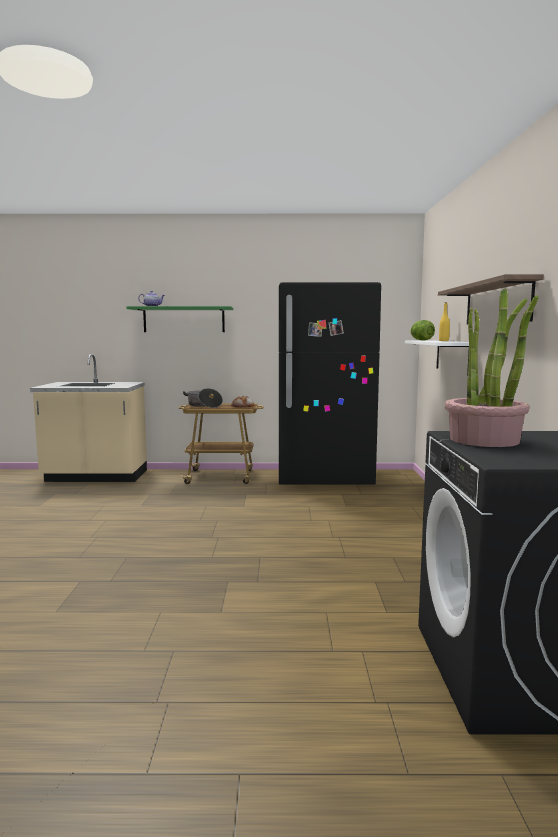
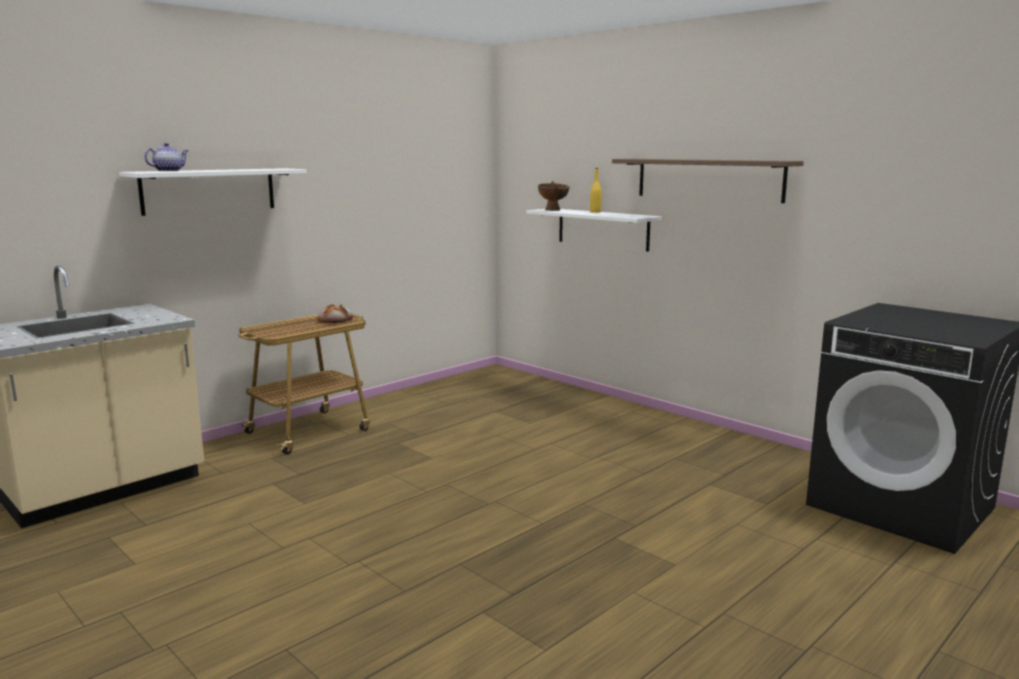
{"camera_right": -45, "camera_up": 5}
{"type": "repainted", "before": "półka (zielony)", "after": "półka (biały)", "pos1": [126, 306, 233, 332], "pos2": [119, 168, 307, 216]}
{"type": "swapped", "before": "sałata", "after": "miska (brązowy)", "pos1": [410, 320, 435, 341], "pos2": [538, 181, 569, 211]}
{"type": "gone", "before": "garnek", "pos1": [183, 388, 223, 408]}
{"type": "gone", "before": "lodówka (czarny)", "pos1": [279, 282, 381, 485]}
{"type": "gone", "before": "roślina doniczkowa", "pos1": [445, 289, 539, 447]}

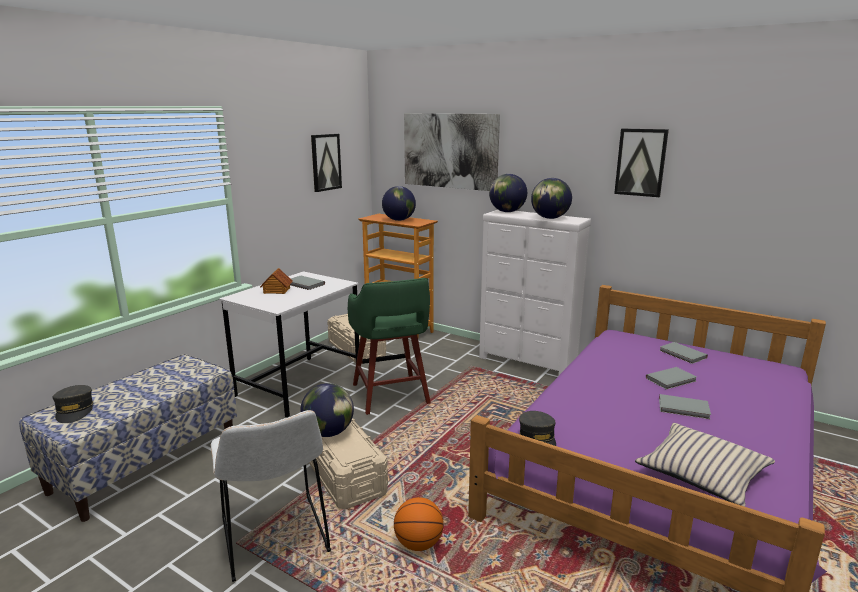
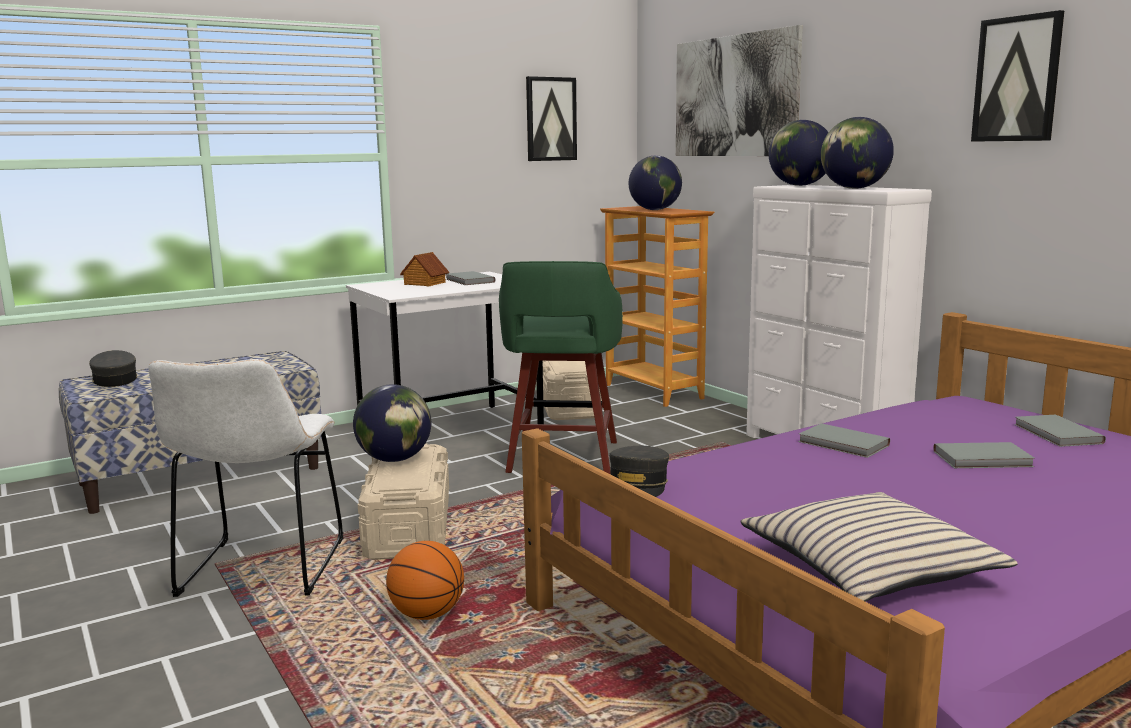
{"camera_right": 25, "camera_up": -5}
{"type": "rotated", "before": "czapka z daszkiem (szary)", "pos1": [52, 385, 93, 423], "pos2": [89, 350, 137, 387], "turn": 150}
{"type": "shifted", "before": "książka (szary)", "pos1": [659, 394, 711, 419], "pos2": [798, 423, 890, 458]}

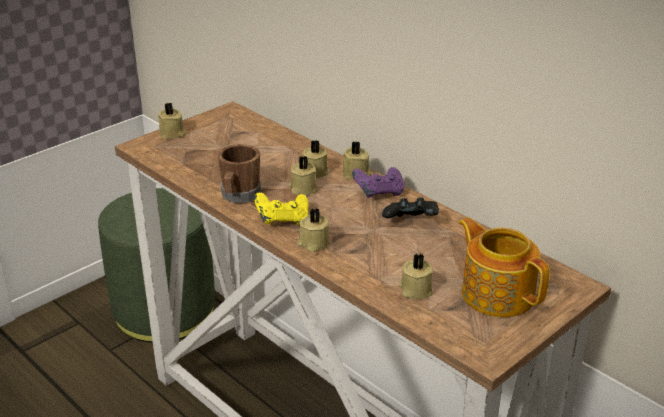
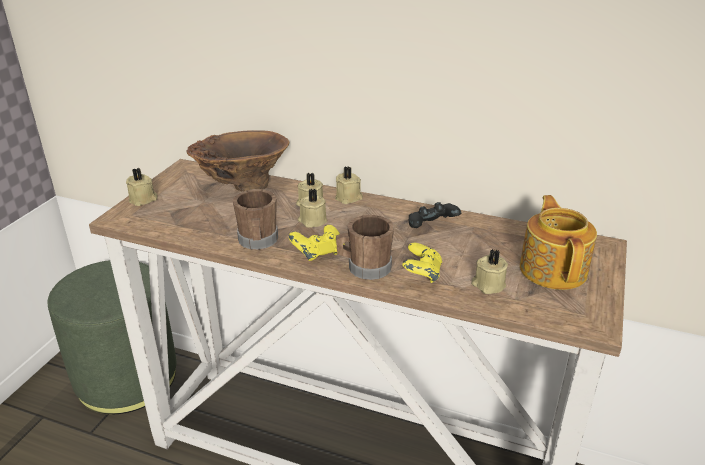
{"camera_right": -25, "camera_up": 0}
{"type": "new", "after": "wazon (brązowy)", "pos2": [186, 130, 289, 192]}
{"type": "swapped", "before": "świeca (beżowy)", "after": "kubek (brązowy)", "pos1": [297, 208, 330, 252], "pos2": [336, 215, 394, 280]}
{"type": "new", "after": "pad do gier (żółty)", "pos2": [402, 243, 442, 283]}
{"type": "rotated", "before": "imbryk", "pos1": [459, 217, 550, 317], "pos2": [520, 195, 597, 290], "turn": 60}
{"type": "gone", "before": "pad do gier (fioletowy)", "pos1": [352, 167, 404, 198]}

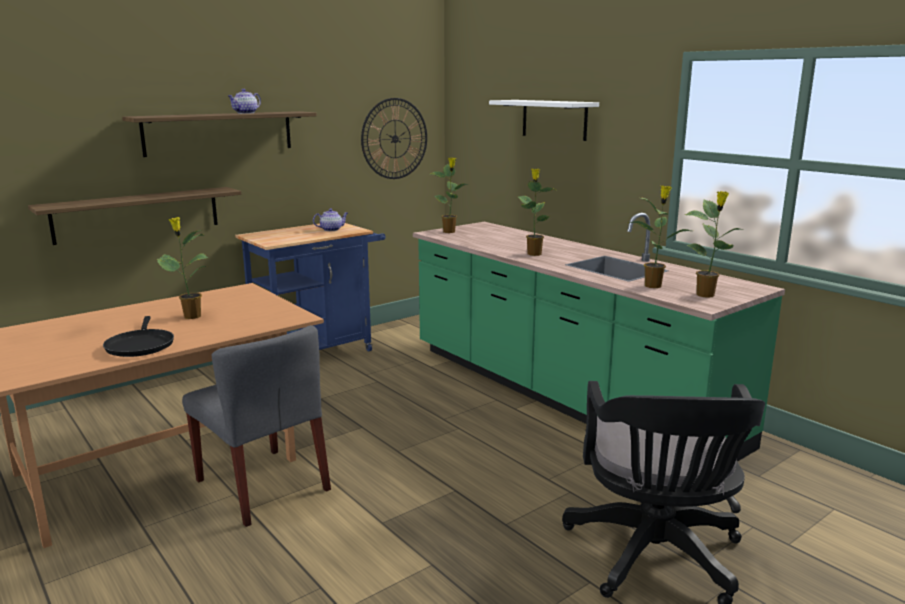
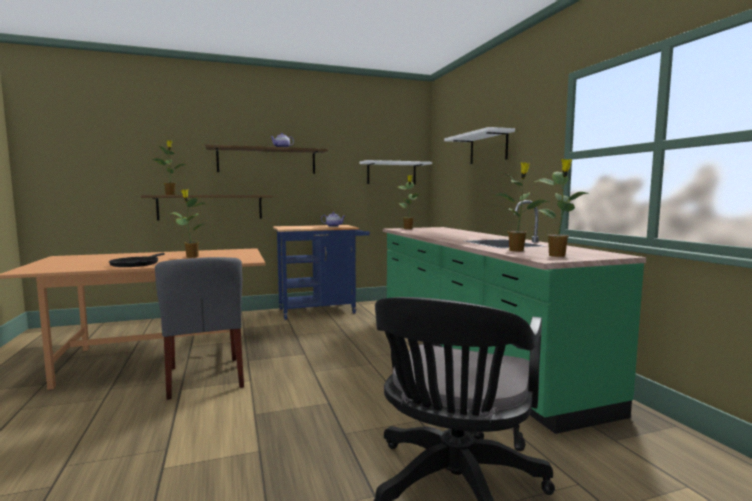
{"camera_right": 20, "camera_up": -10}
{"type": "shifted", "before": "roślina doniczkowa", "pos1": [518, 169, 557, 256], "pos2": [151, 140, 186, 195]}
{"type": "swapped", "before": "zegar ścienny", "after": "półka (biały)", "pos1": [361, 98, 427, 179], "pos2": [359, 160, 432, 184]}

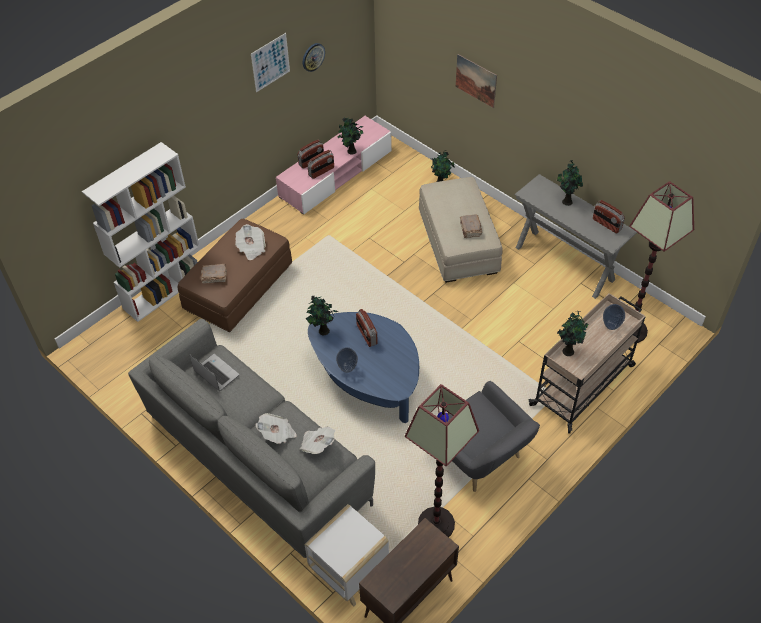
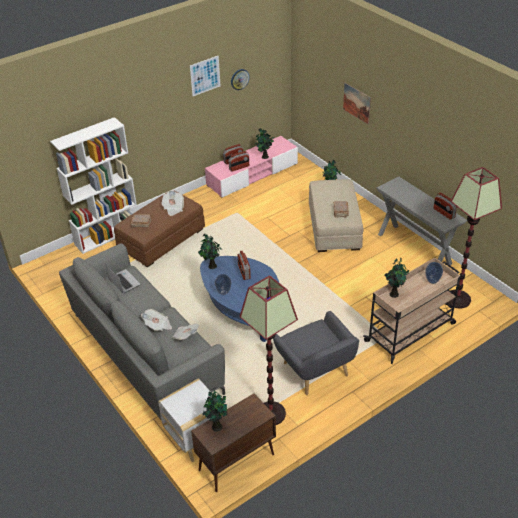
{"camera_right": 10, "camera_up": -10}
{"type": "shifted", "before": "roślina doniczkowa", "pos1": [557, 160, 583, 206], "pos2": [202, 388, 228, 432]}

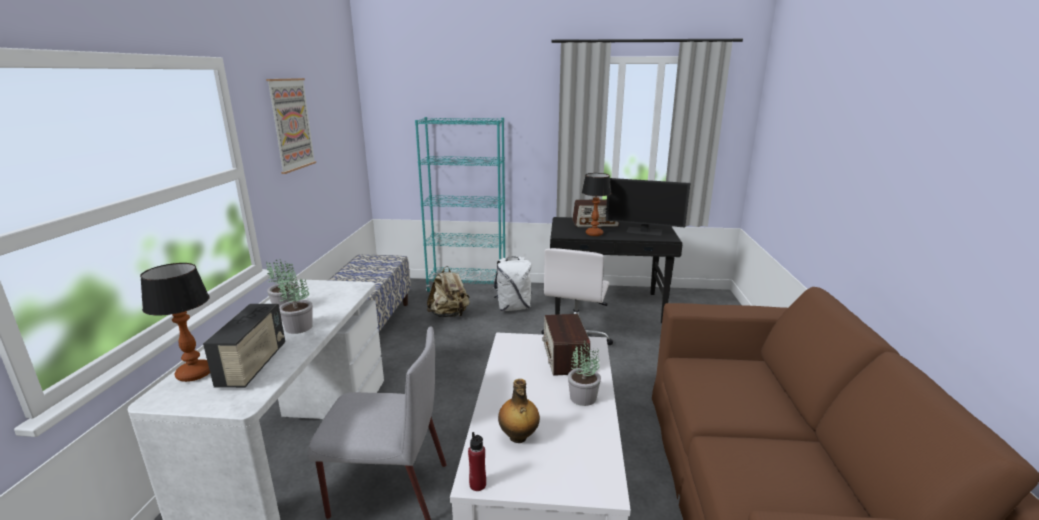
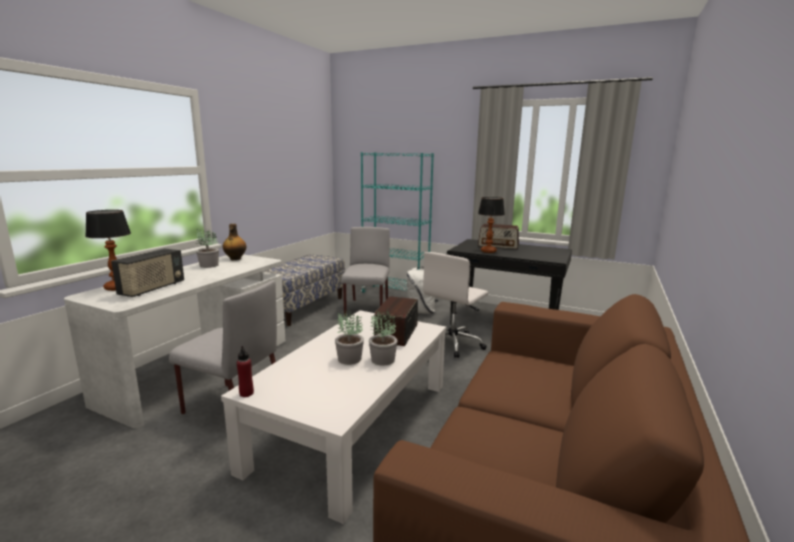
{"camera_right": 20, "camera_up": -5}
{"type": "shifted", "before": "butelka", "pos1": [498, 379, 540, 443], "pos2": [223, 224, 246, 260]}
{"type": "shifted", "before": "roślina doniczkowa", "pos1": [277, 275, 313, 334], "pos2": [335, 310, 364, 365]}
{"type": "swapped", "before": "plecak (beżowy)", "after": "krzesło (szary)", "pos1": [427, 266, 470, 317], "pos2": [341, 227, 390, 316]}
{"type": "gone", "before": "obraz", "pos1": [266, 78, 316, 174]}
{"type": "gone", "before": "monitor", "pos1": [606, 178, 690, 236]}

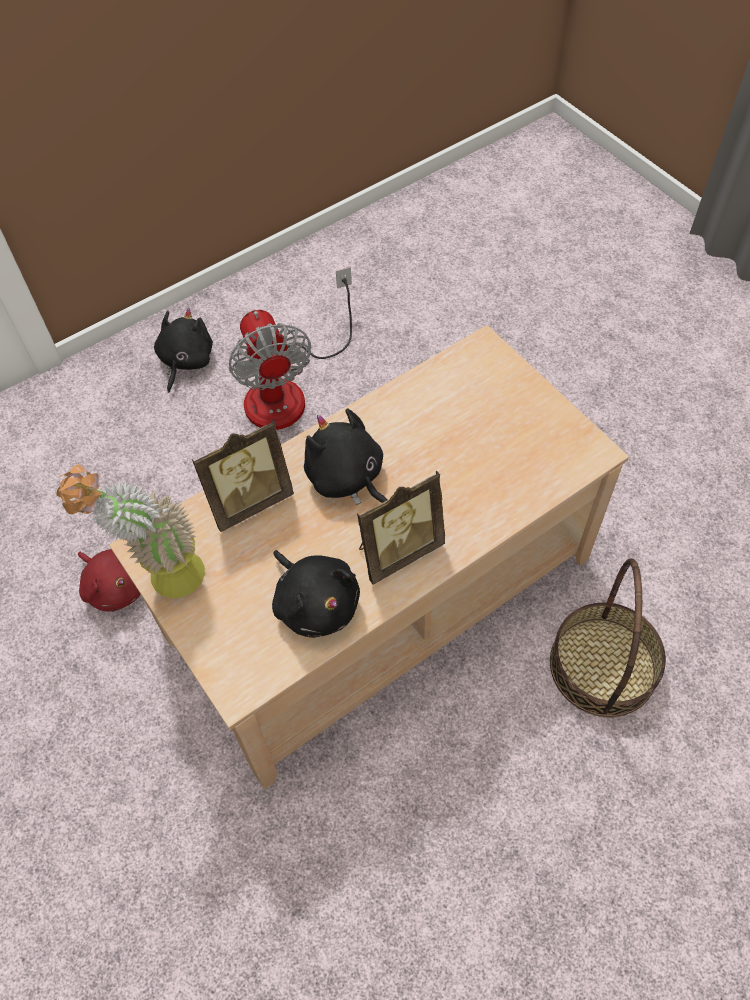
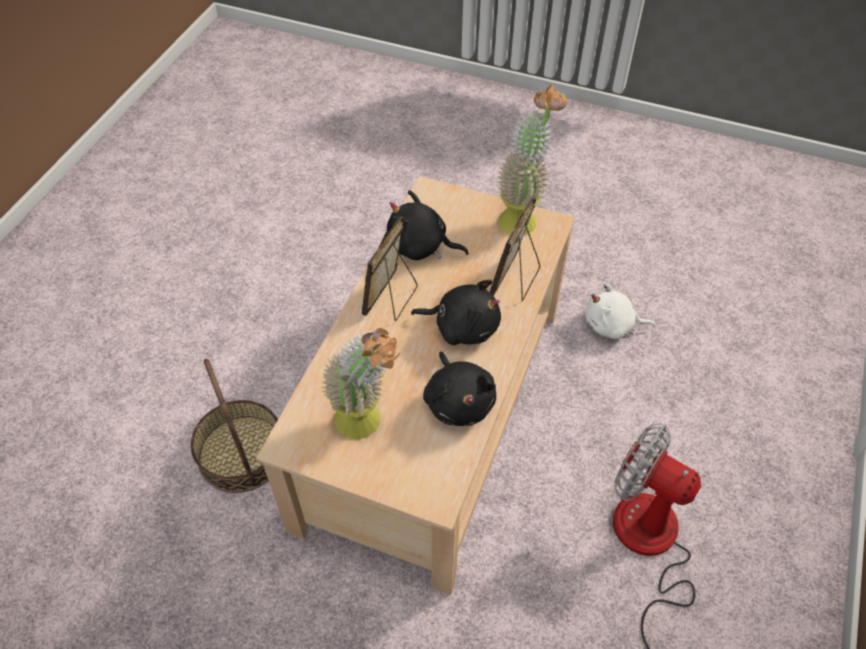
{"camera_right": 145, "camera_up": -5}
{"type": "new", "after": "roślina doniczkowa", "pos2": [321, 328, 400, 439]}
{"type": "shifted", "before": "pluszak (czarny)", "pos1": [154, 308, 213, 393], "pos2": [423, 352, 496, 426]}
{"type": "repainted", "before": "pluszak (czerwony)", "after": "pluszak (biały)", "pos1": [78, 549, 141, 612], "pos2": [585, 282, 655, 339]}

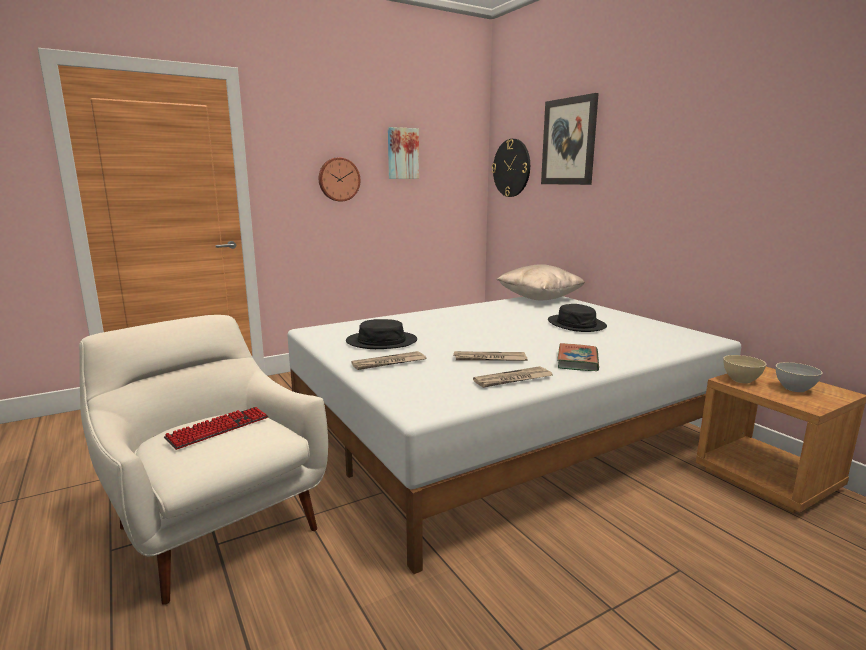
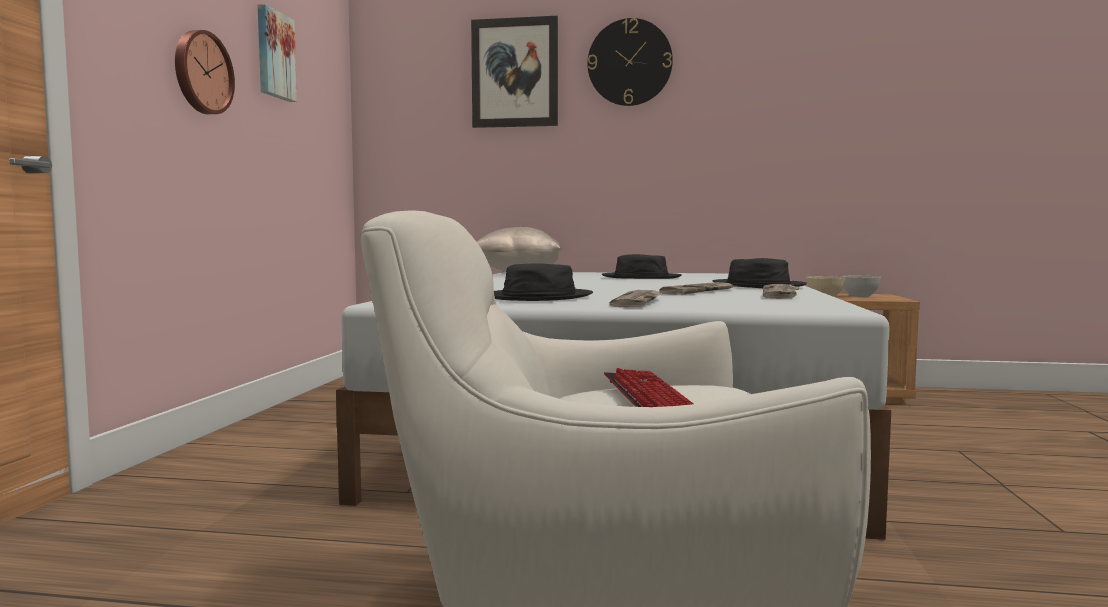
{"camera_right": -50, "camera_up": -10}
{"type": "shifted", "before": "zegar ścienny", "pos1": [492, 139, 530, 197], "pos2": [587, 18, 673, 106]}
{"type": "swapped", "before": "książka", "after": "kapelusz (czarny)", "pos1": [557, 343, 599, 371], "pos2": [713, 258, 807, 288]}

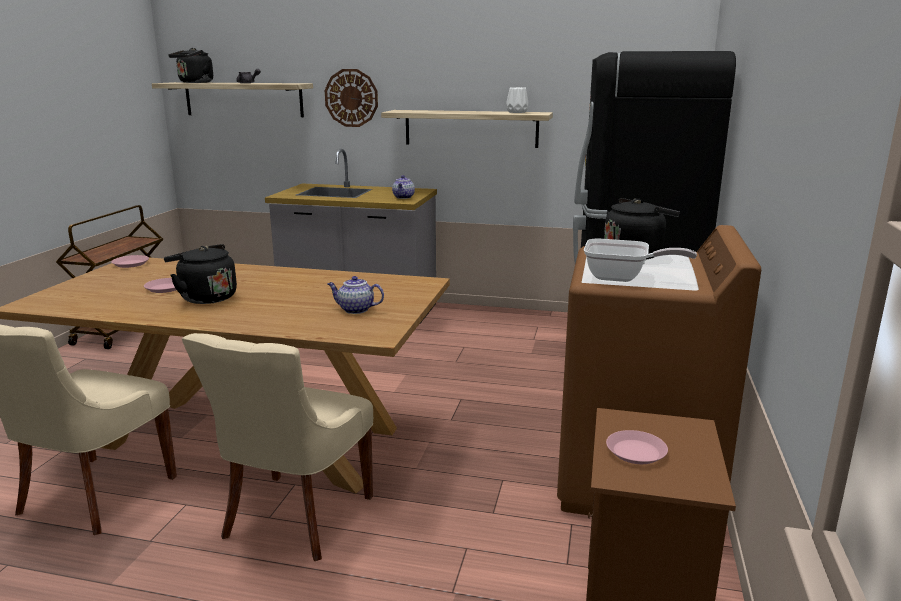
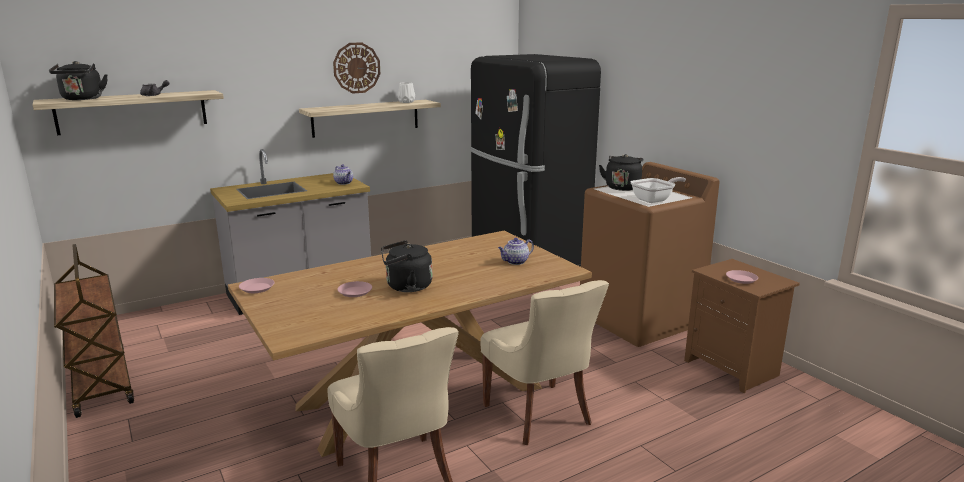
{"camera_right": -45, "camera_up": 0}
{"type": "shifted", "before": "zegar ścienny", "pos1": [325, 69, 378, 127], "pos2": [333, 42, 380, 93]}

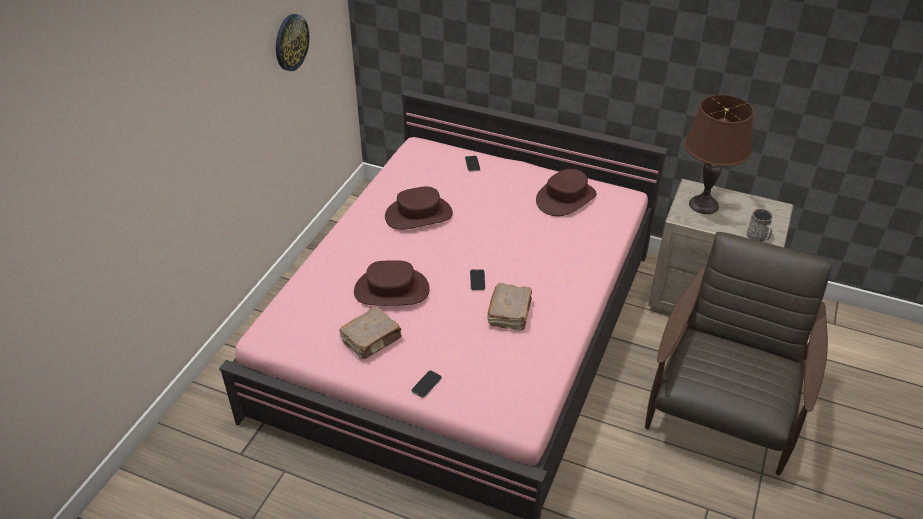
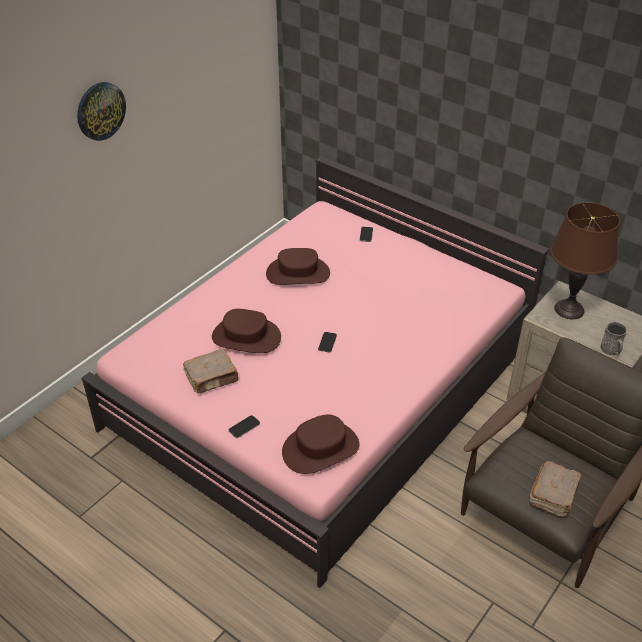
{"camera_right": 15, "camera_up": 0}
{"type": "shifted", "before": "zegar ścienny", "pos1": [276, 14, 309, 71], "pos2": [77, 82, 126, 141]}
{"type": "shifted", "before": "kapelusz (brązowy)", "pos1": [536, 169, 597, 216], "pos2": [282, 415, 360, 474]}
{"type": "shifted", "before": "książka (brązowy)", "pos1": [487, 283, 532, 330], "pos2": [530, 461, 582, 517]}

